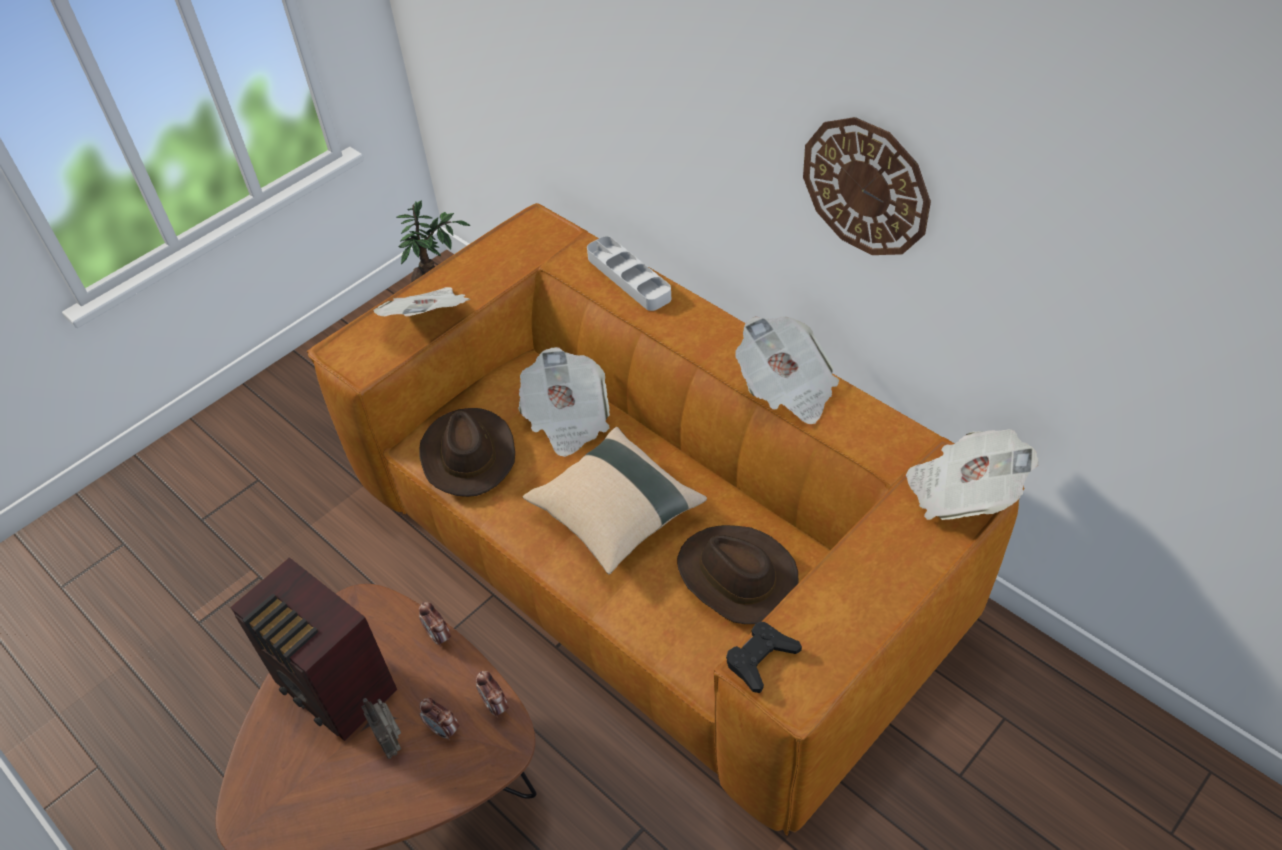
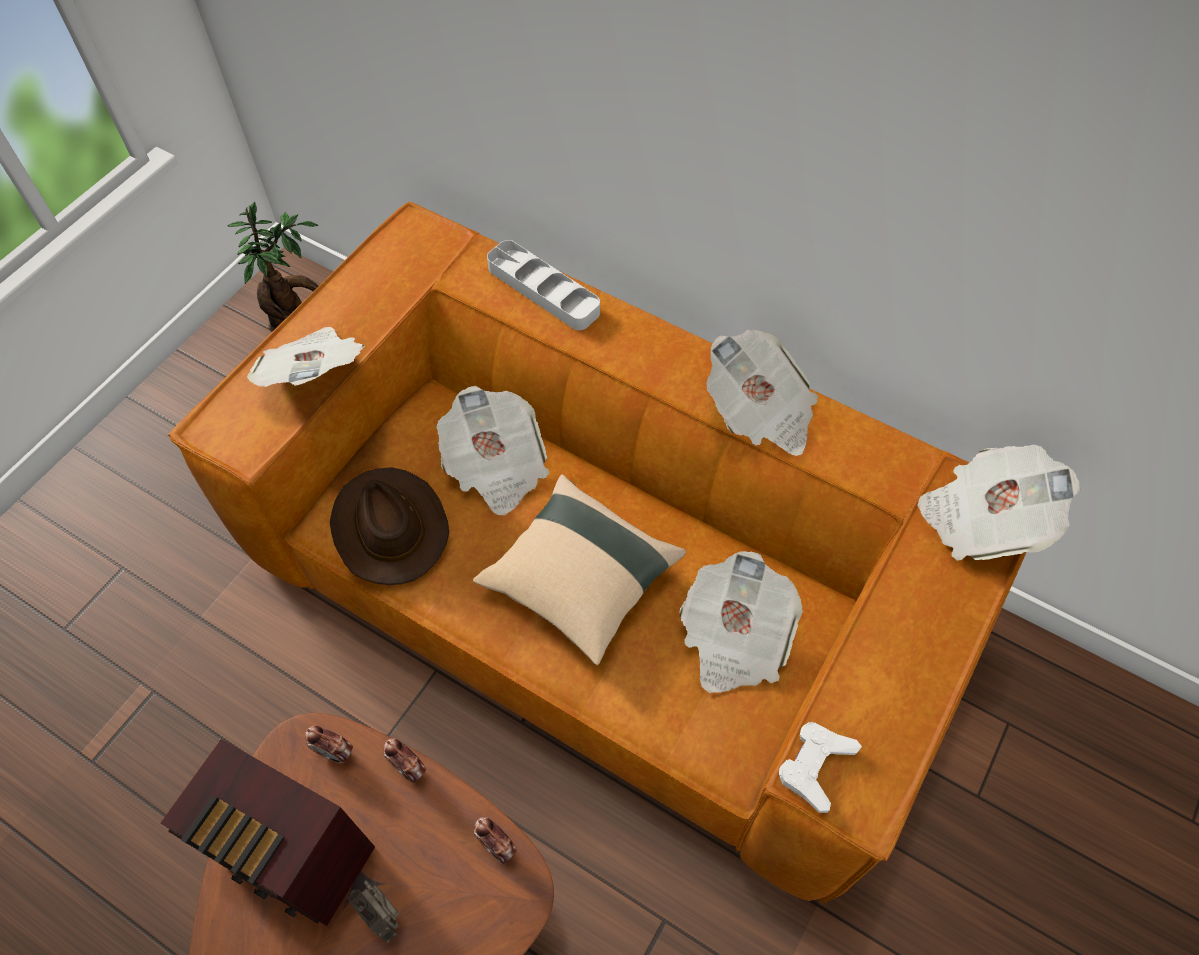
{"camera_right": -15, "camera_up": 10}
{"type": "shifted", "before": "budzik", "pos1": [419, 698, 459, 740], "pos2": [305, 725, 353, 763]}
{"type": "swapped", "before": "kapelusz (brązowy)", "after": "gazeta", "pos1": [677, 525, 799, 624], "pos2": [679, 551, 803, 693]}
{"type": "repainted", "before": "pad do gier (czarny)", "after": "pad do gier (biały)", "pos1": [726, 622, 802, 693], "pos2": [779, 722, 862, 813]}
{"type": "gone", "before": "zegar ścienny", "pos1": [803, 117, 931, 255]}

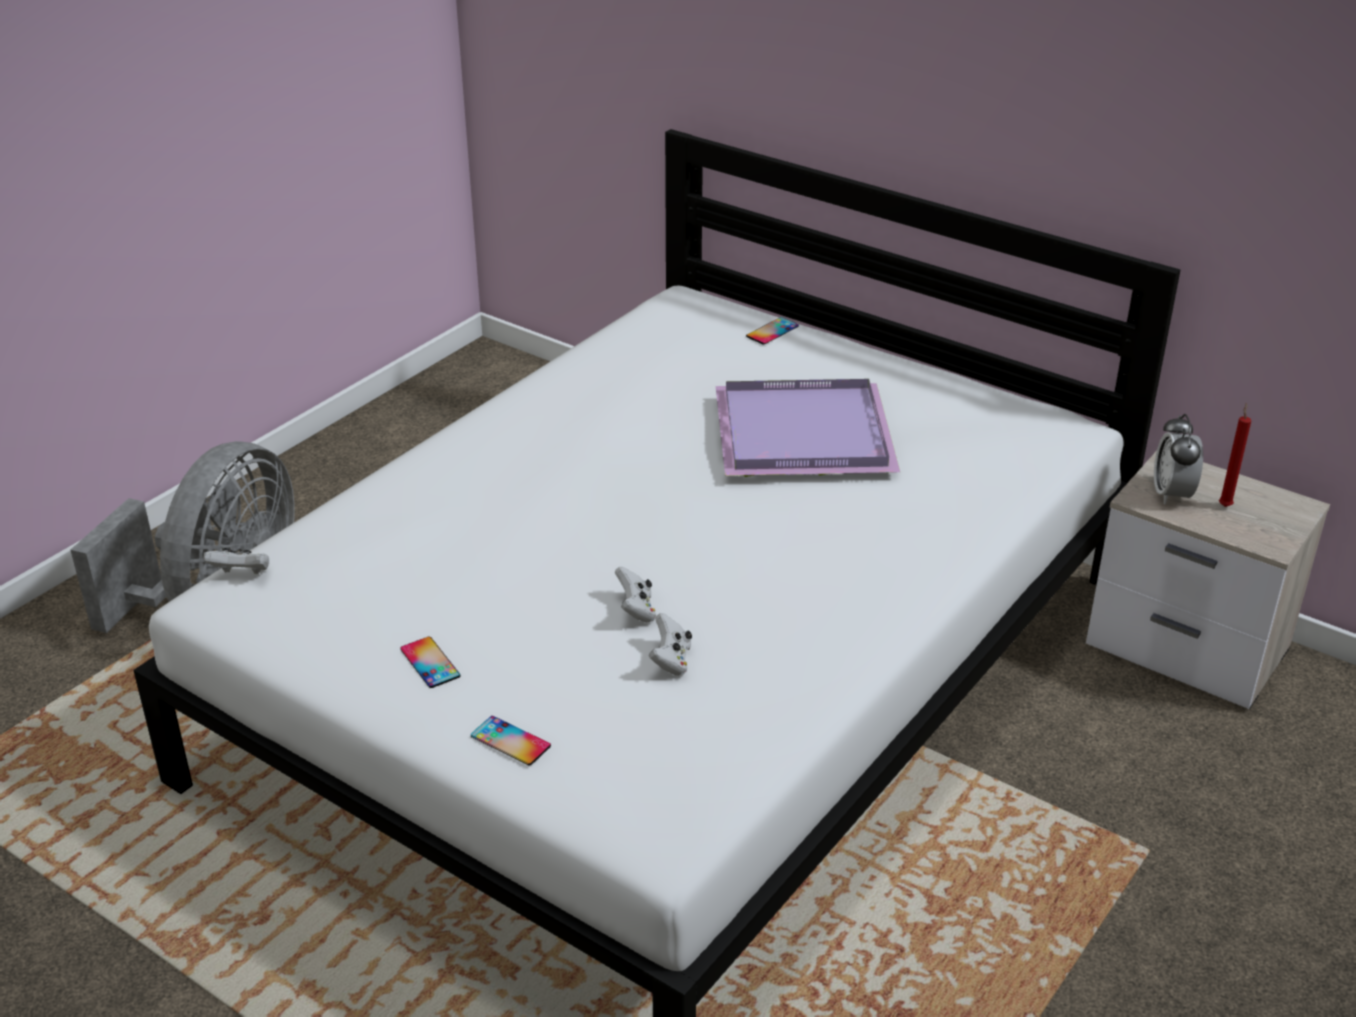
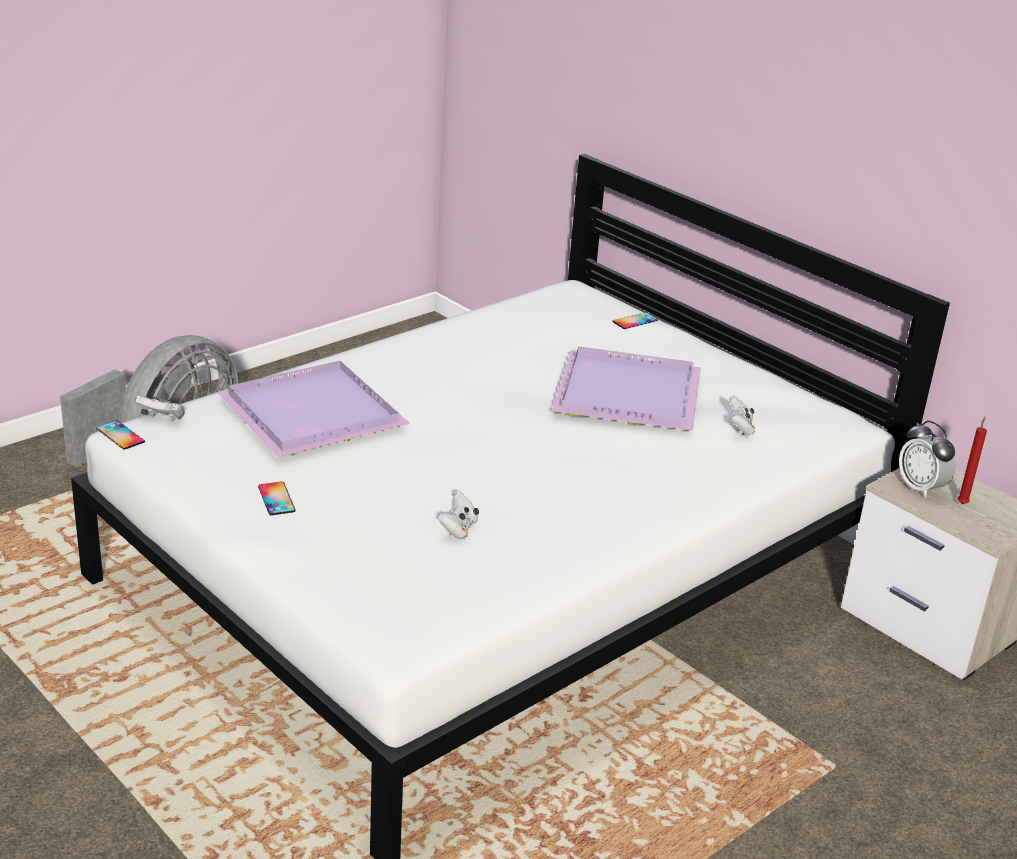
{"camera_right": 10, "camera_up": -5}
{"type": "shifted", "before": "telefon", "pos1": [471, 716, 551, 765], "pos2": [96, 420, 145, 449]}
{"type": "new", "after": "taca (fioletowy)", "pos2": [217, 361, 410, 457]}
{"type": "shifted", "before": "pad do gier (biały)", "pos1": [615, 567, 656, 623], "pos2": [729, 395, 755, 435]}
{"type": "rotated", "before": "budzik", "pos1": [1154, 414, 1203, 504], "pos2": [899, 420, 956, 498], "turn": -45}

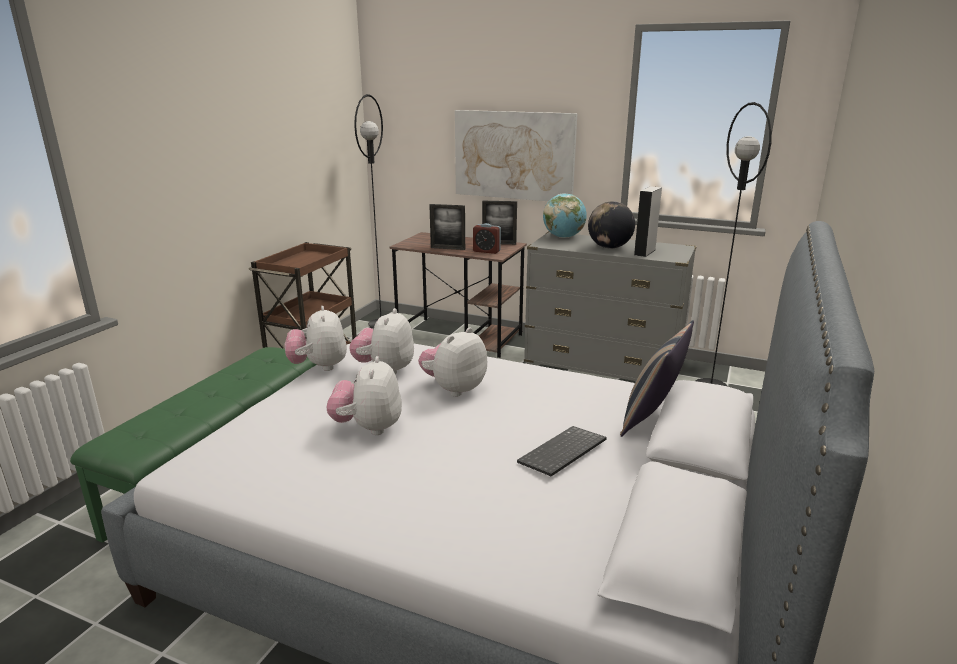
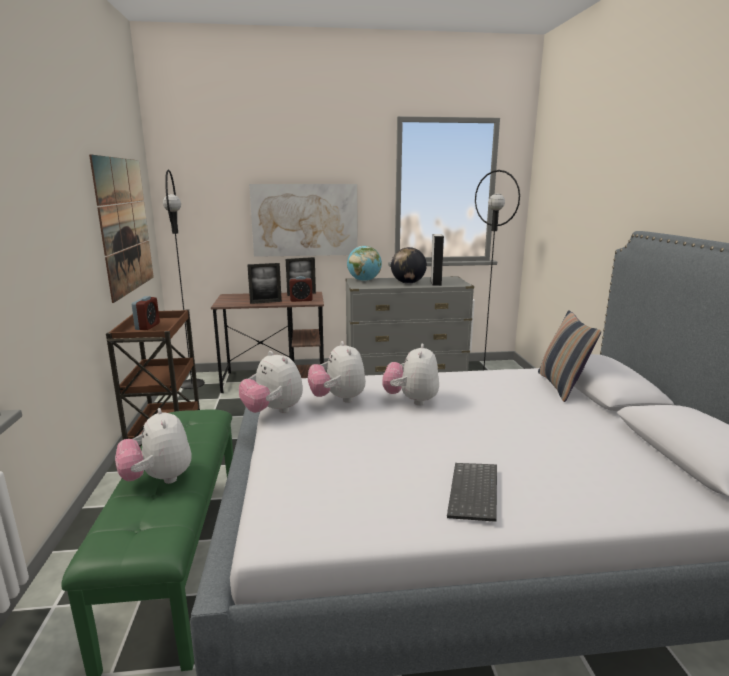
{"camera_right": -30, "camera_up": -5}
{"type": "new", "after": "obraz", "pos2": [89, 154, 154, 303]}
{"type": "shifted", "before": "pluszak", "pos1": [326, 356, 402, 435], "pos2": [115, 408, 191, 484]}
{"type": "new", "after": "budzik", "pos2": [132, 296, 160, 330]}
{"type": "shifted", "before": "klawiatura", "pos1": [517, 426, 607, 477], "pos2": [447, 463, 497, 522]}

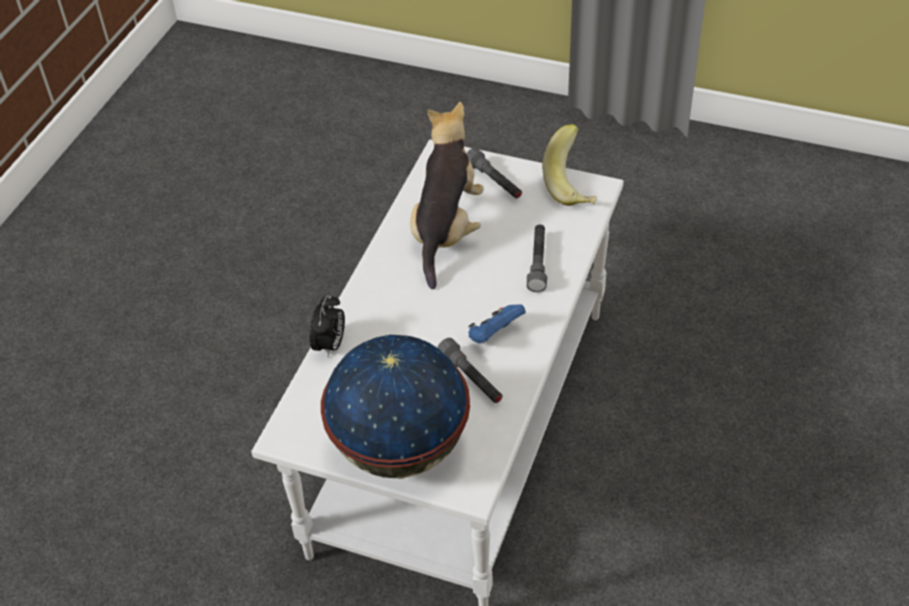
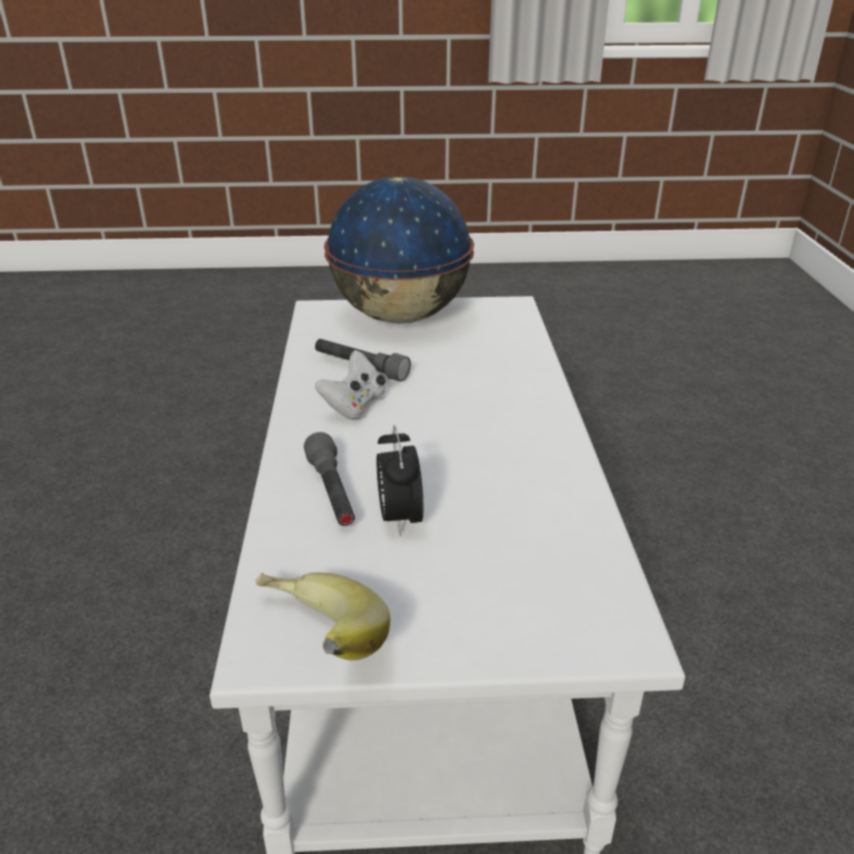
{"camera_right": 155, "camera_up": -15}
{"type": "repainted", "before": "pad do gier (niebieski)", "after": "pad do gier (biały)", "pos1": [468, 304, 526, 343], "pos2": [315, 350, 385, 420]}
{"type": "shifted", "before": "budzik", "pos1": [309, 295, 345, 356], "pos2": [377, 425, 423, 536]}
{"type": "gone", "before": "pluszak", "pos1": [410, 102, 484, 289]}
{"type": "gone", "before": "latarka (szary)", "pos1": [466, 148, 522, 199]}

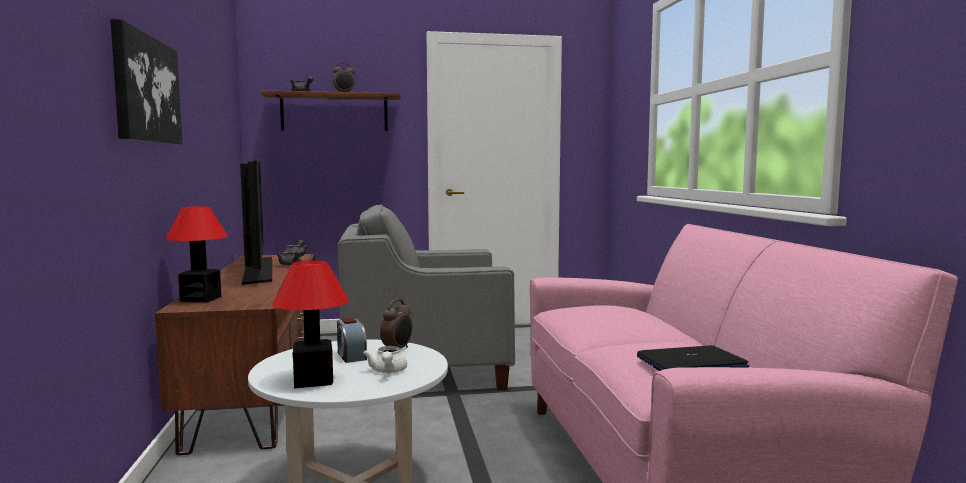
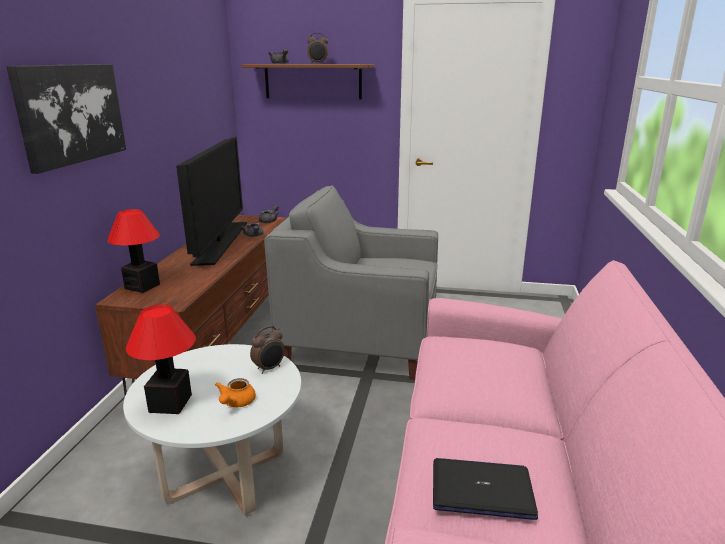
{"camera_right": 20, "camera_up": 15}
{"type": "repainted", "before": "imbryk (biały)", "after": "imbryk (pomarańczowy)", "pos1": [363, 346, 407, 373], "pos2": [215, 378, 256, 407]}
{"type": "gone", "before": "budzik", "pos1": [337, 318, 367, 363]}

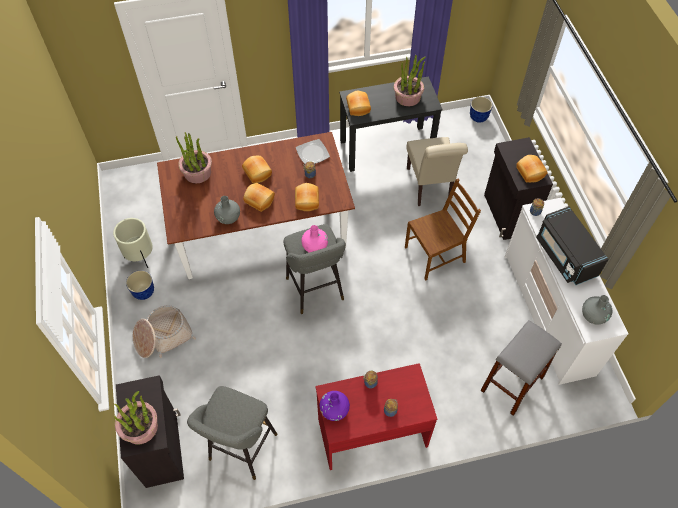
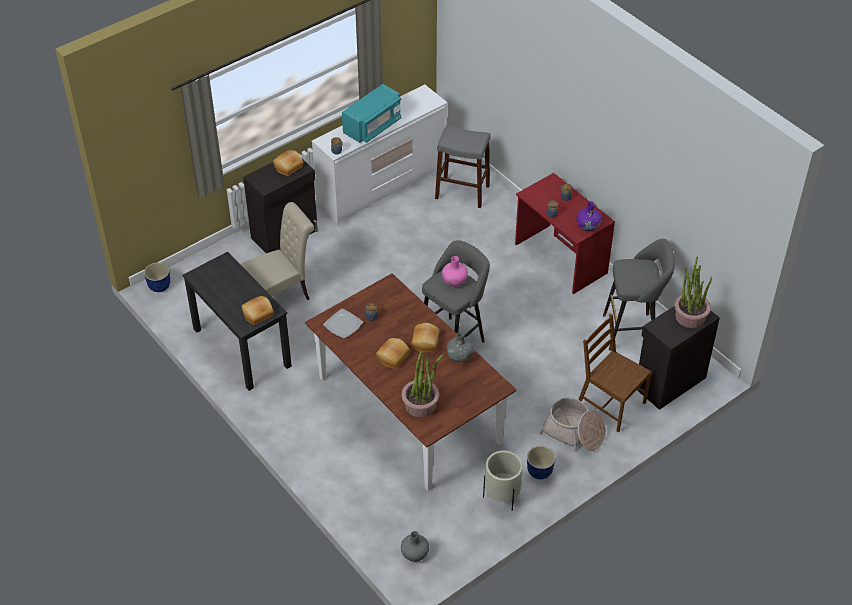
{"camera_right": -115, "camera_up": -10}
{"type": "repainted", "before": "mikrofalówka (czarny)", "after": "mikrofalówka (turkusowy)", "pos1": [536, 206, 609, 285], "pos2": [342, 84, 402, 143]}
{"type": "shifted", "before": "wazon (szary)", "pos1": [582, 295, 612, 325], "pos2": [401, 531, 429, 562]}
{"type": "shifted", "before": "krzesło (brązowy)", "pos1": [405, 179, 481, 281], "pos2": [578, 314, 652, 433]}
{"type": "gone", "before": "chleb", "pos1": [295, 183, 319, 211]}
{"type": "gone", "before": "roślina doniczkowa", "pos1": [394, 55, 426, 106]}

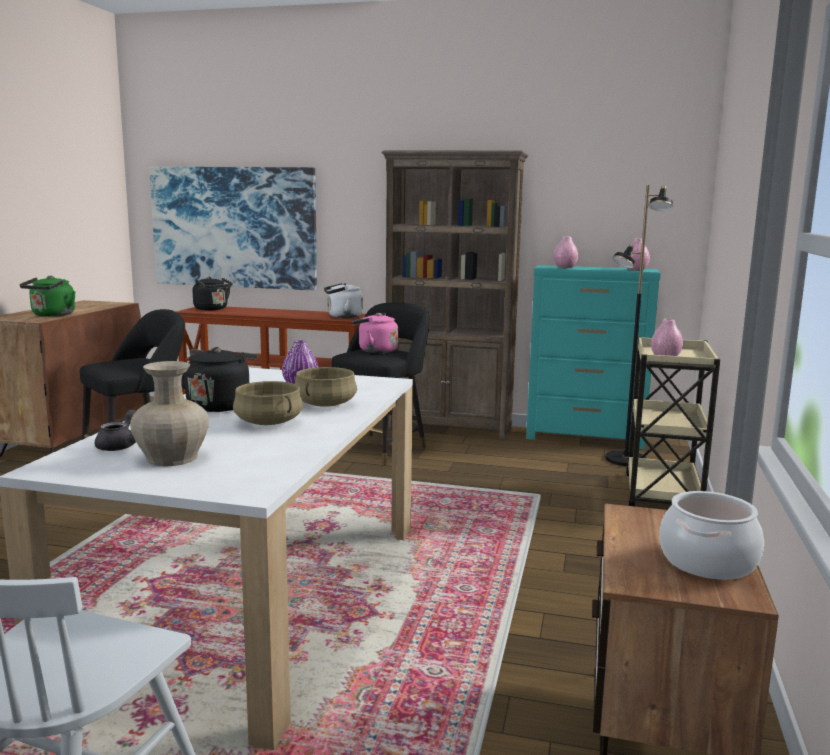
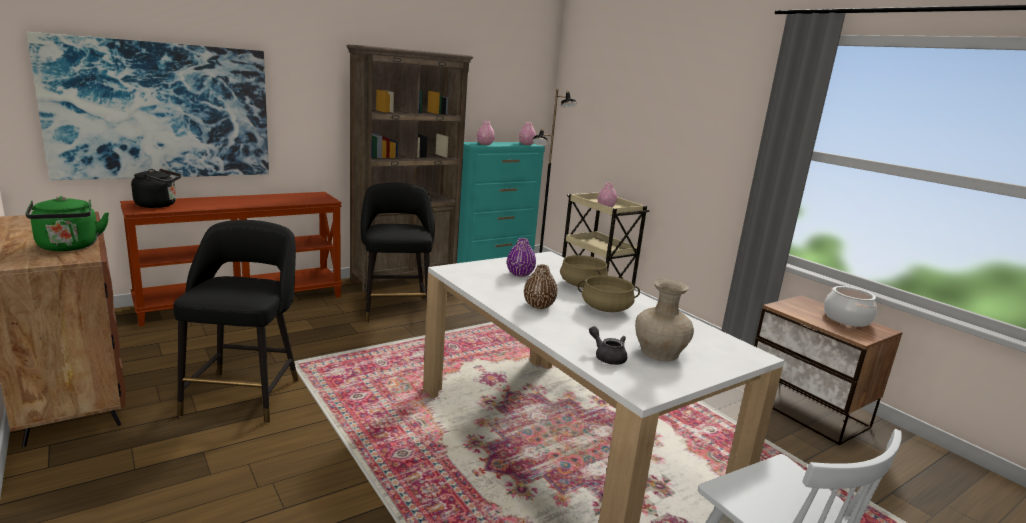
{"camera_right": -50, "camera_up": 5}
{"type": "swapped", "before": "czajnik (czarny)", "after": "wazon (brązowy)", "pos1": [181, 347, 257, 412], "pos2": [524, 264, 557, 309]}
{"type": "gone", "before": "czajnik (biały)", "pos1": [324, 282, 363, 318]}
{"type": "gone", "before": "czajnik (różowy)", "pos1": [352, 313, 398, 353]}

